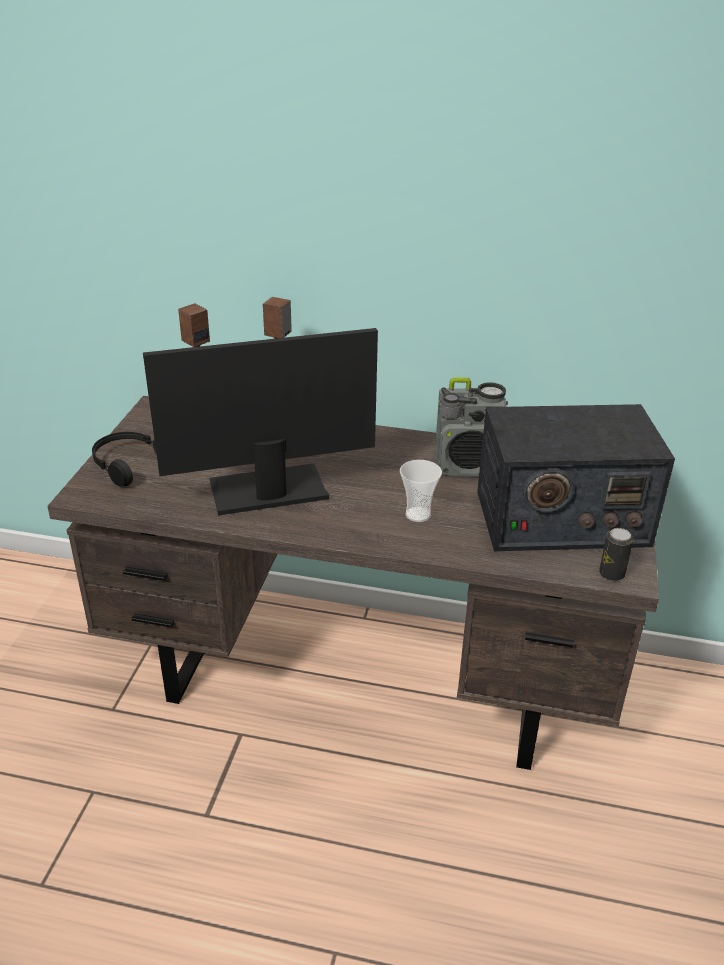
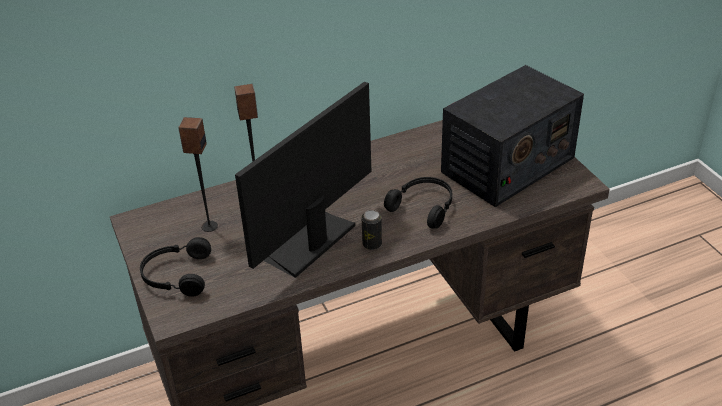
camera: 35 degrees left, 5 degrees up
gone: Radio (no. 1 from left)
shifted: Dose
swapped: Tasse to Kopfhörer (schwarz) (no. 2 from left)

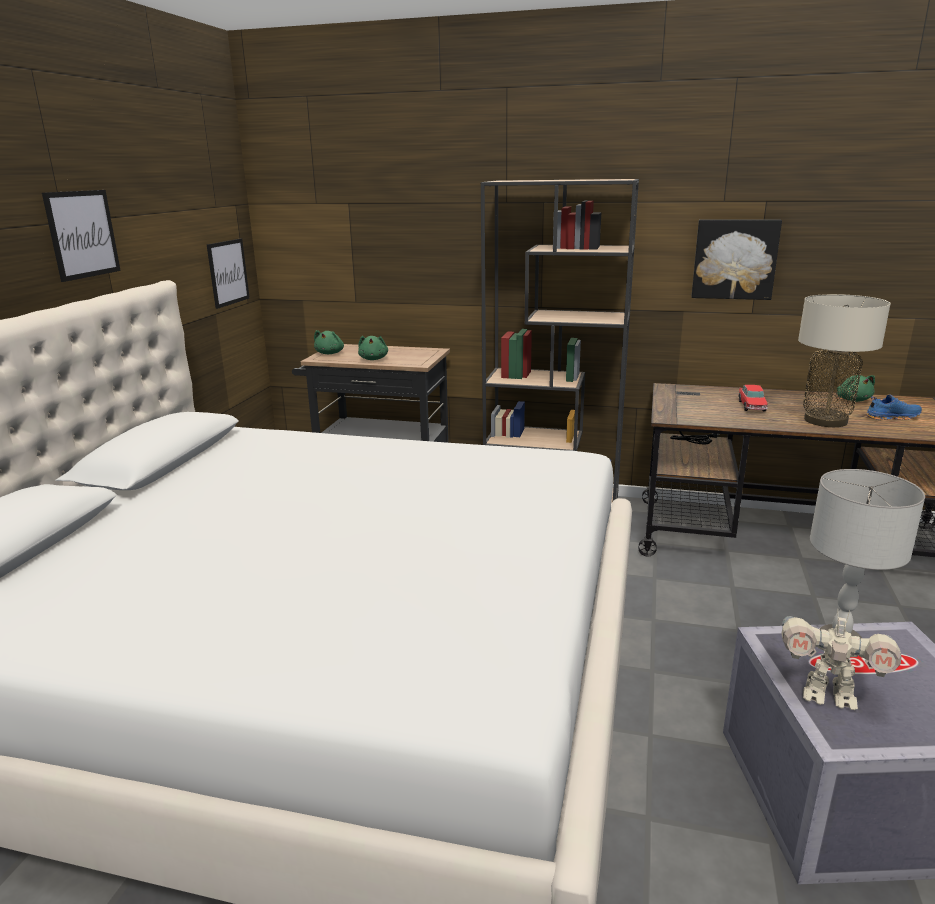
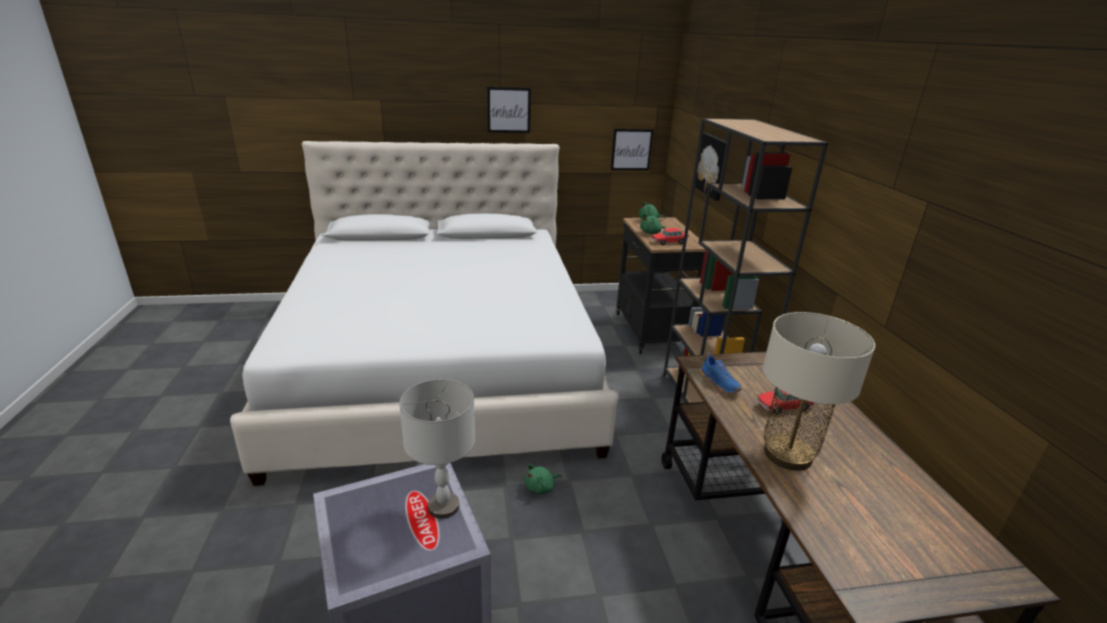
camera: 65 degrees right, 5 degrees up
gone: Spielzeugroboter
new: Spielzeugauto (no. 1 from left)
shifted: Bild (no. 3 from left); Plüschtier (grün) (no. 3 from left in the first image) to Plüschtier (grün) (no. 1 from left); Schuh (blau)

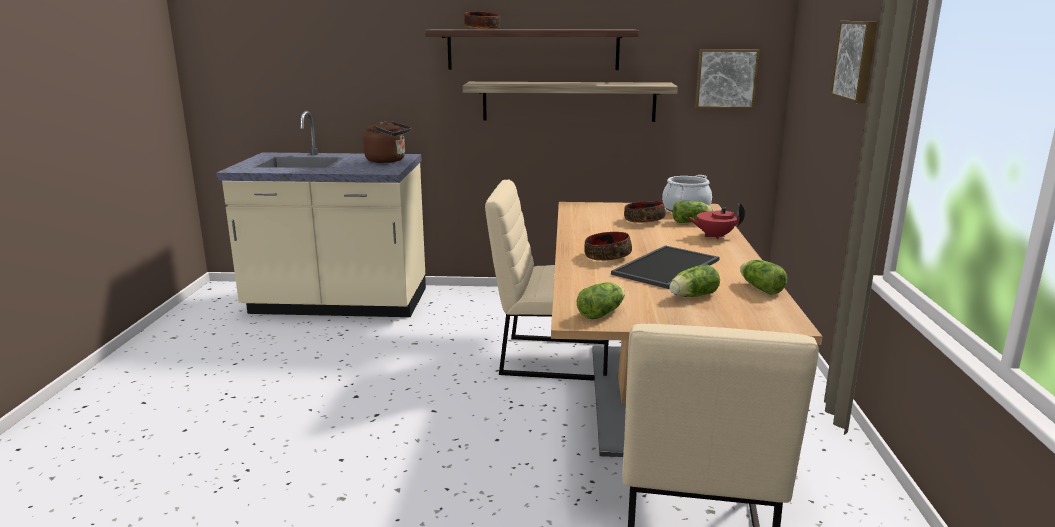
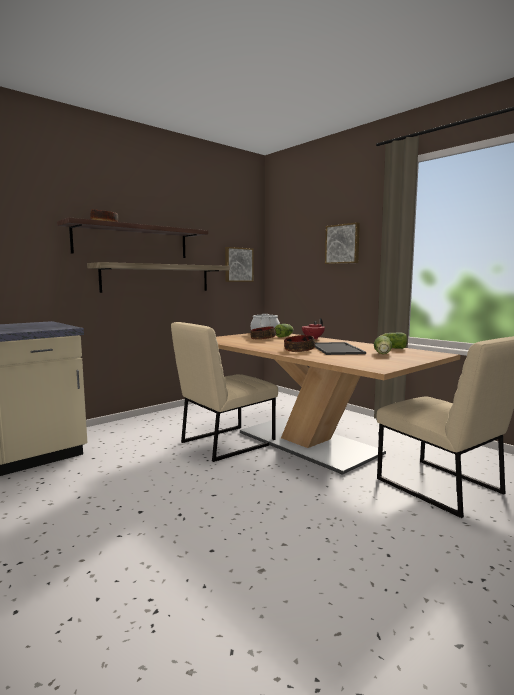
camera: 45 degrees left, 10 degrees down
gone: Wasserkessel (braun); Salatkopf (no. 1 from left)

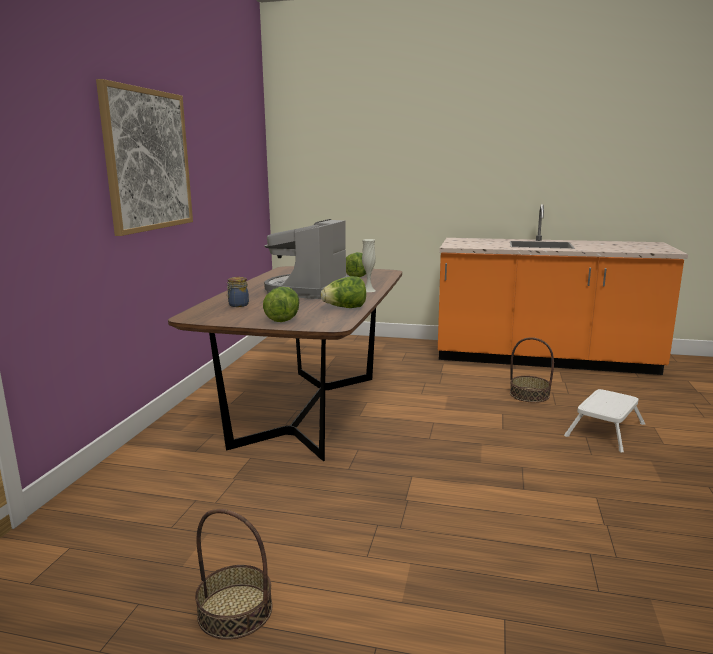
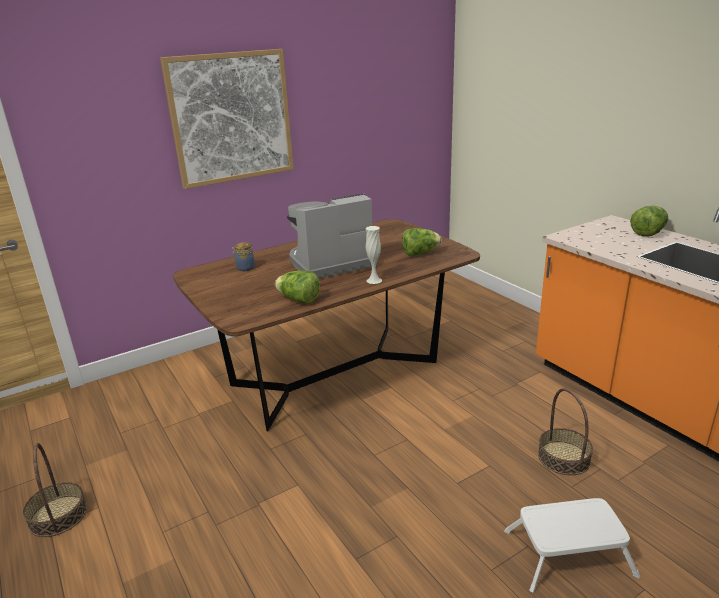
camera: 45 degrees right, 10 degrees up
shifted: Salatkopf (no. 1 from left in the first image) to Salatkopf (no. 3 from left)

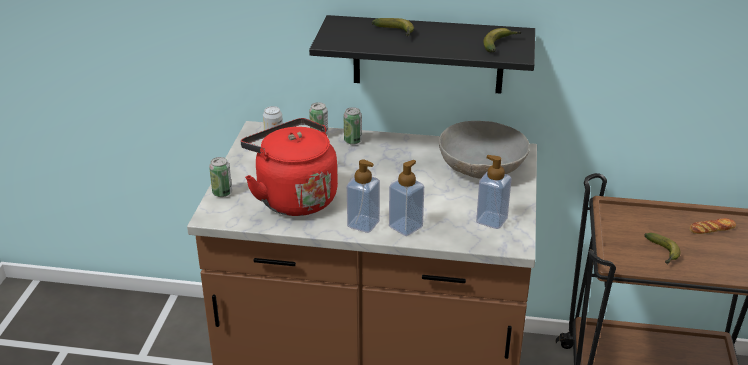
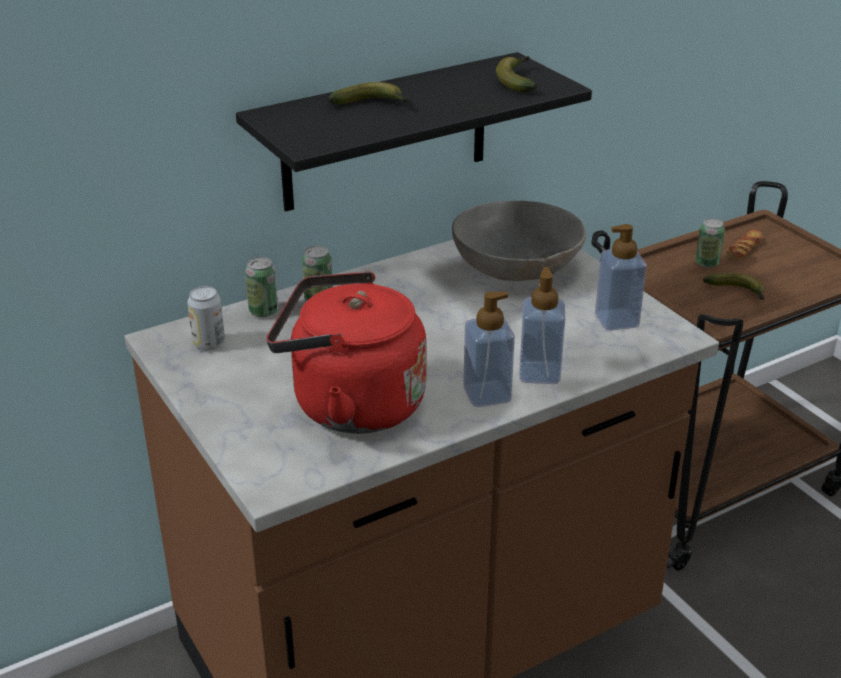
camera: 40 degrees left, 0 degrees up
shifted: Dose (no. 1 from left in the first image) to Dose (no. 4 from left)

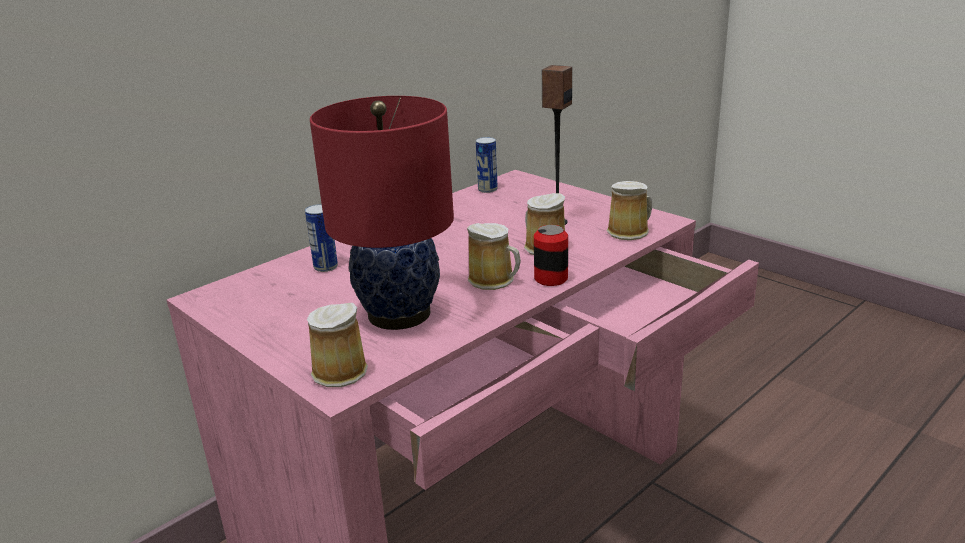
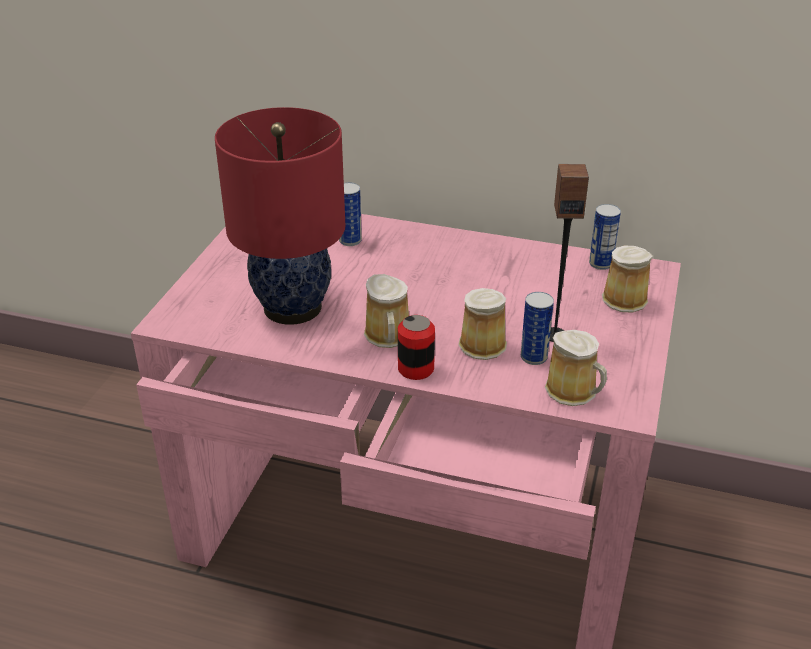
camera: 60 degrees right, 10 degrees up
new: Dose (no. 3 from left)
shifted: Henkelbecher (no. 1 from left in the first image) to Henkelbecher (no. 4 from left)

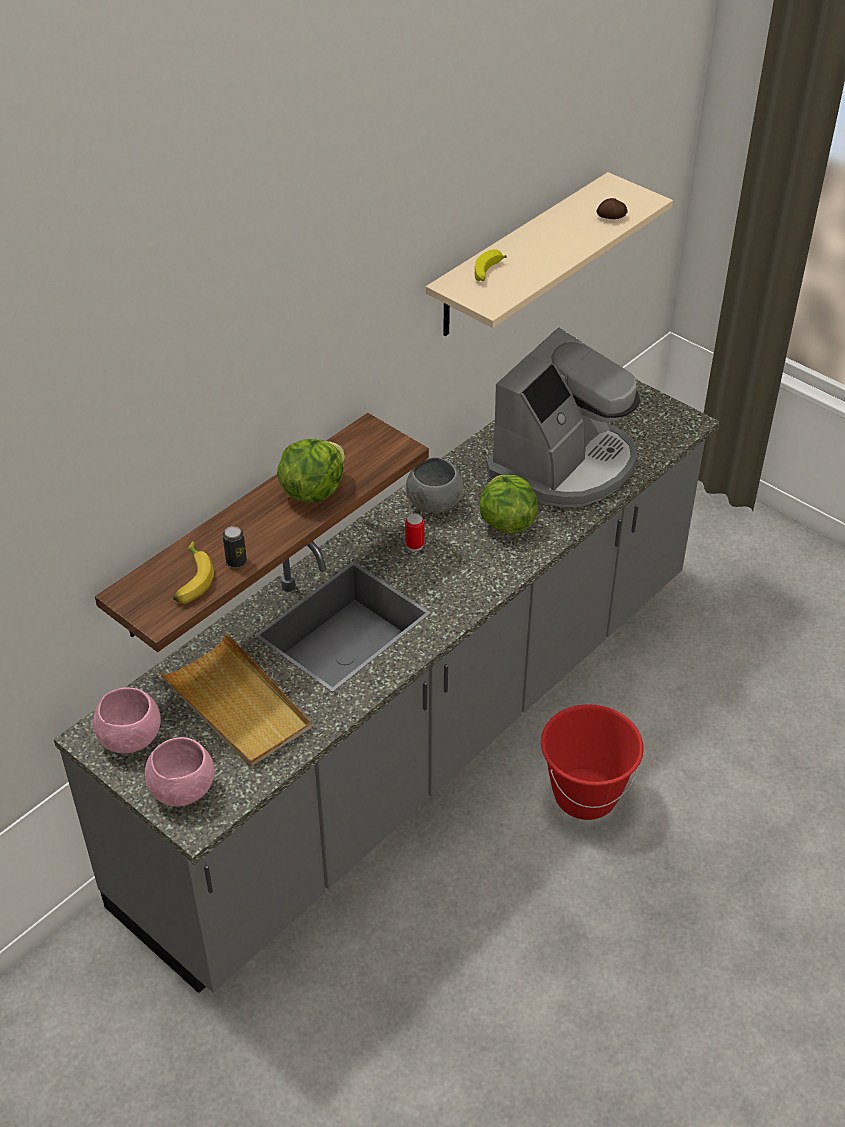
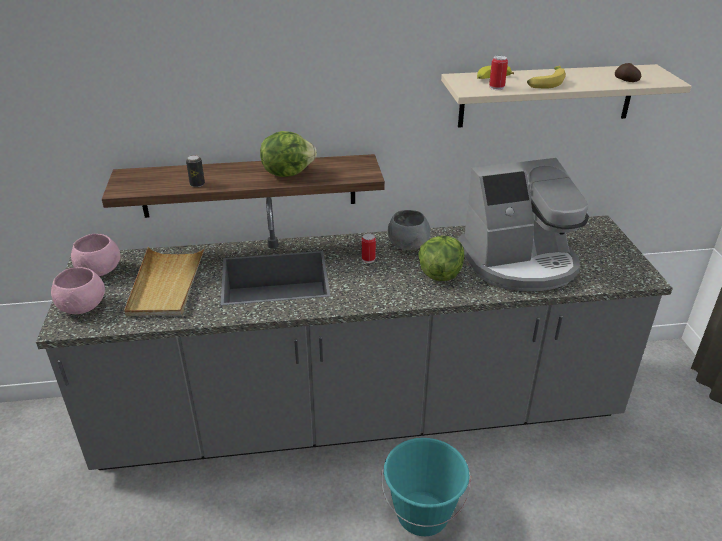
camera: 40 degrees right, 10 degrees down
new: Dose (no. 3 from left)
shifted: Banane (no. 1 from left in the first image) to Banane (no. 2 from left)
repainted: Eimer (rot) to Eimer (türkis)

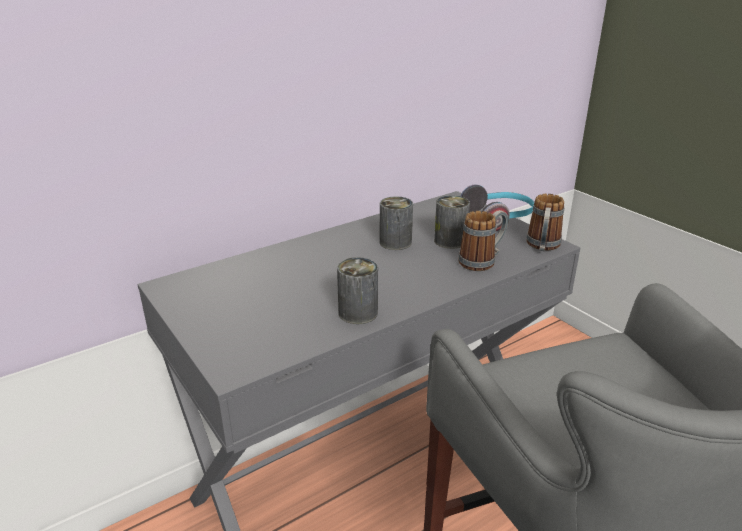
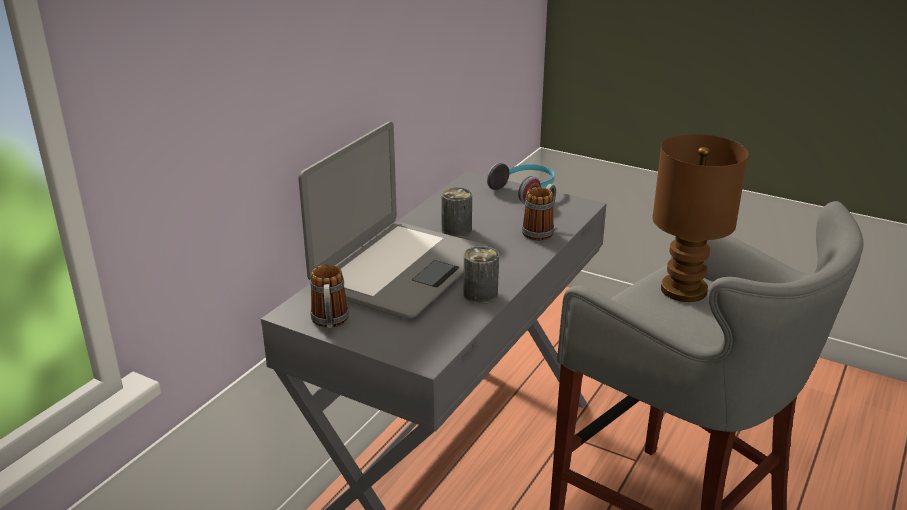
camera: 25 degrees left, 0 degrees up
gone: Dose (no. 3 from left)
new: Laptop; Tischlampe (braun)
shifted: Henkelbecher (no. 2 from left in the first image) to Henkelbecher (no. 1 from left)

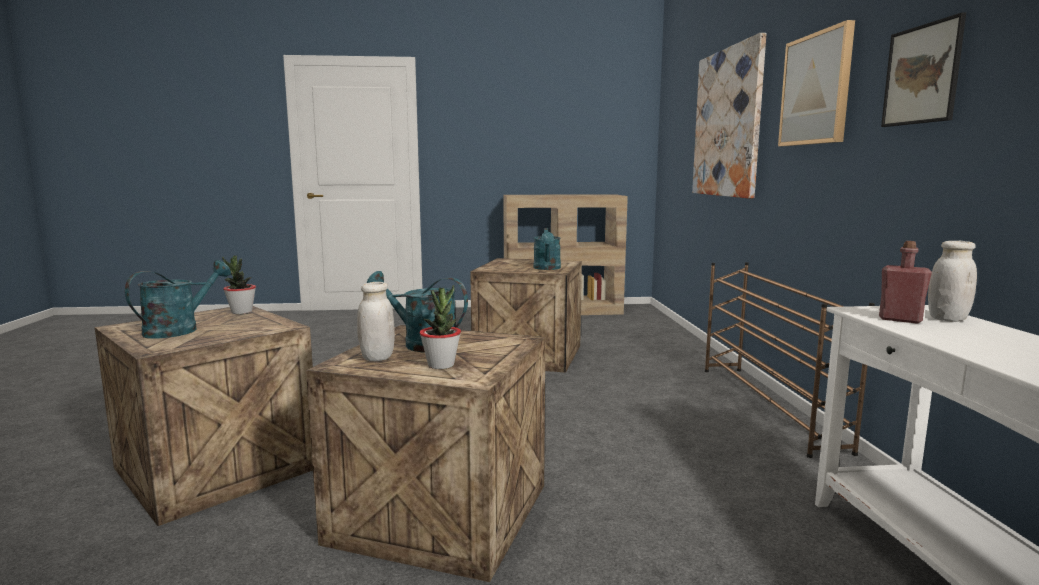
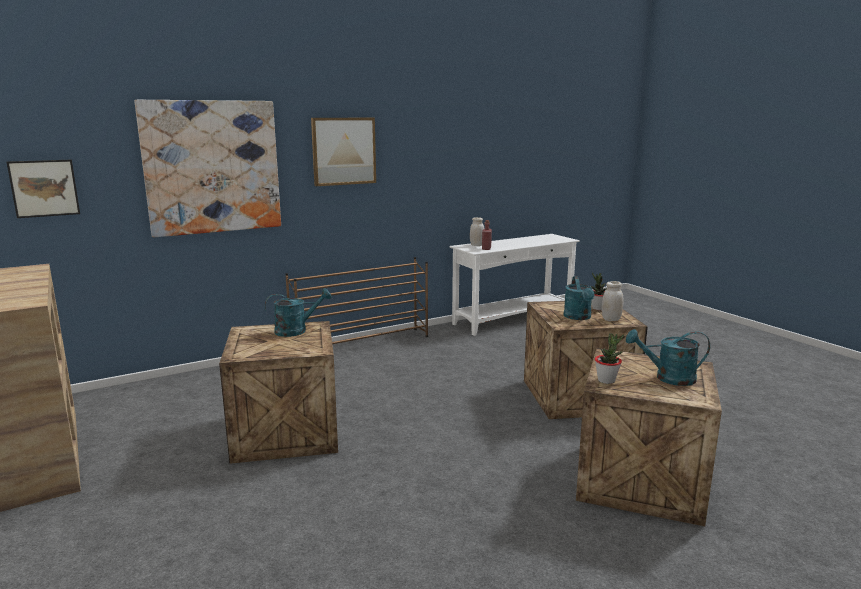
camera: 115 degrees left, 5 degrees up
shifted: Bild (no. 3 from left in the first image) to Bild (no. 1 from left)

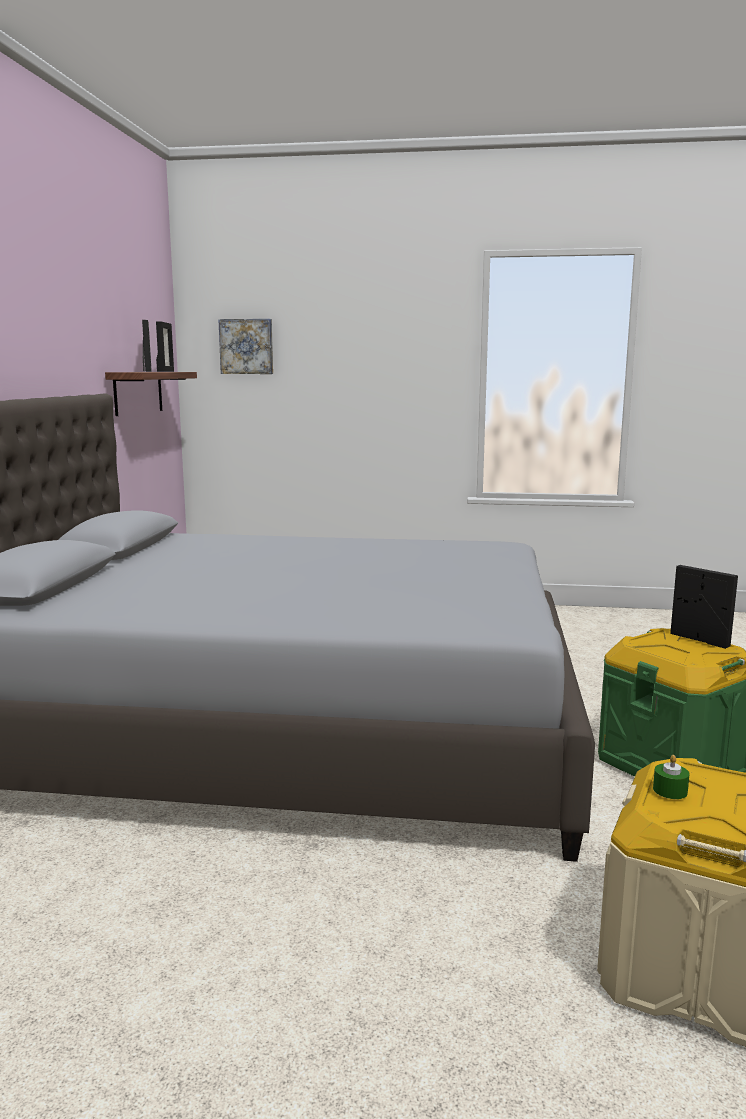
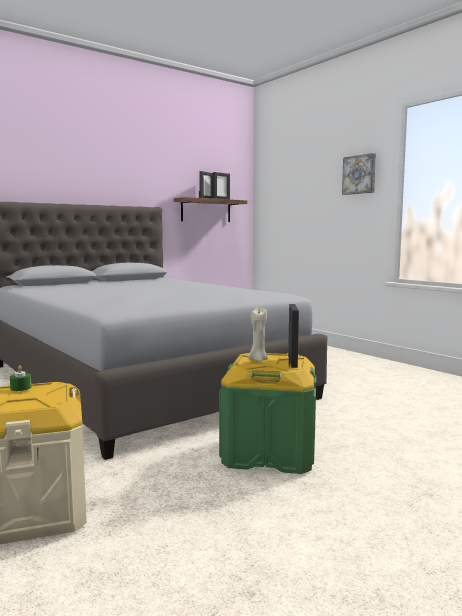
camera: 45 degrees right, 5 degrees down
new: Kerze (beige)
shifted: Bild

